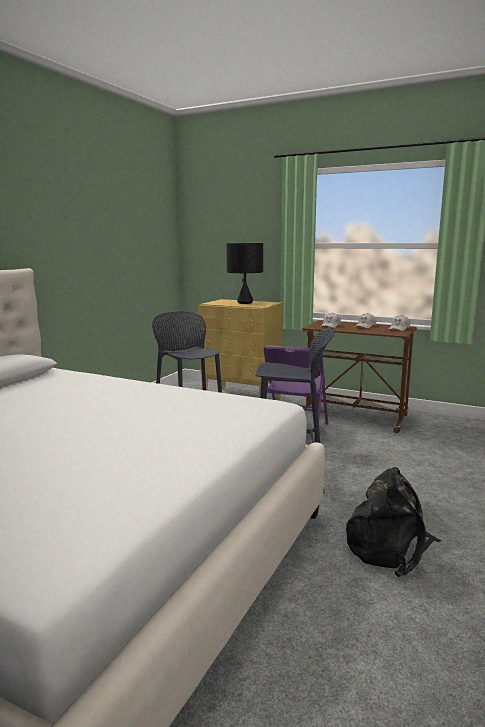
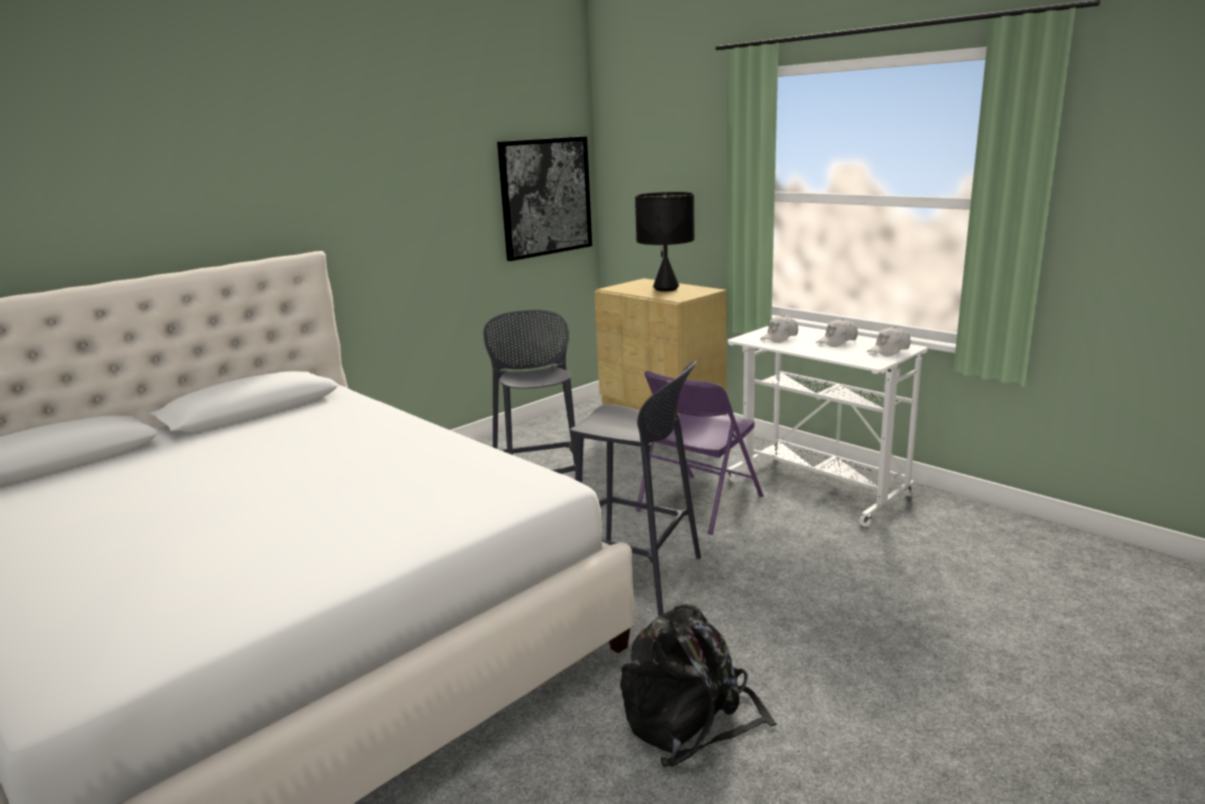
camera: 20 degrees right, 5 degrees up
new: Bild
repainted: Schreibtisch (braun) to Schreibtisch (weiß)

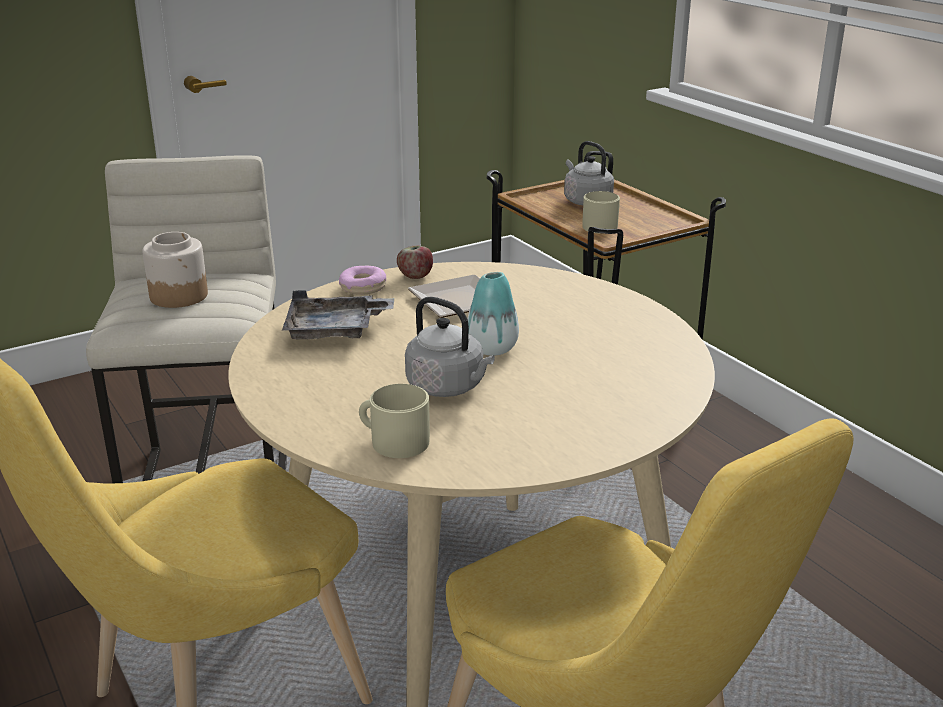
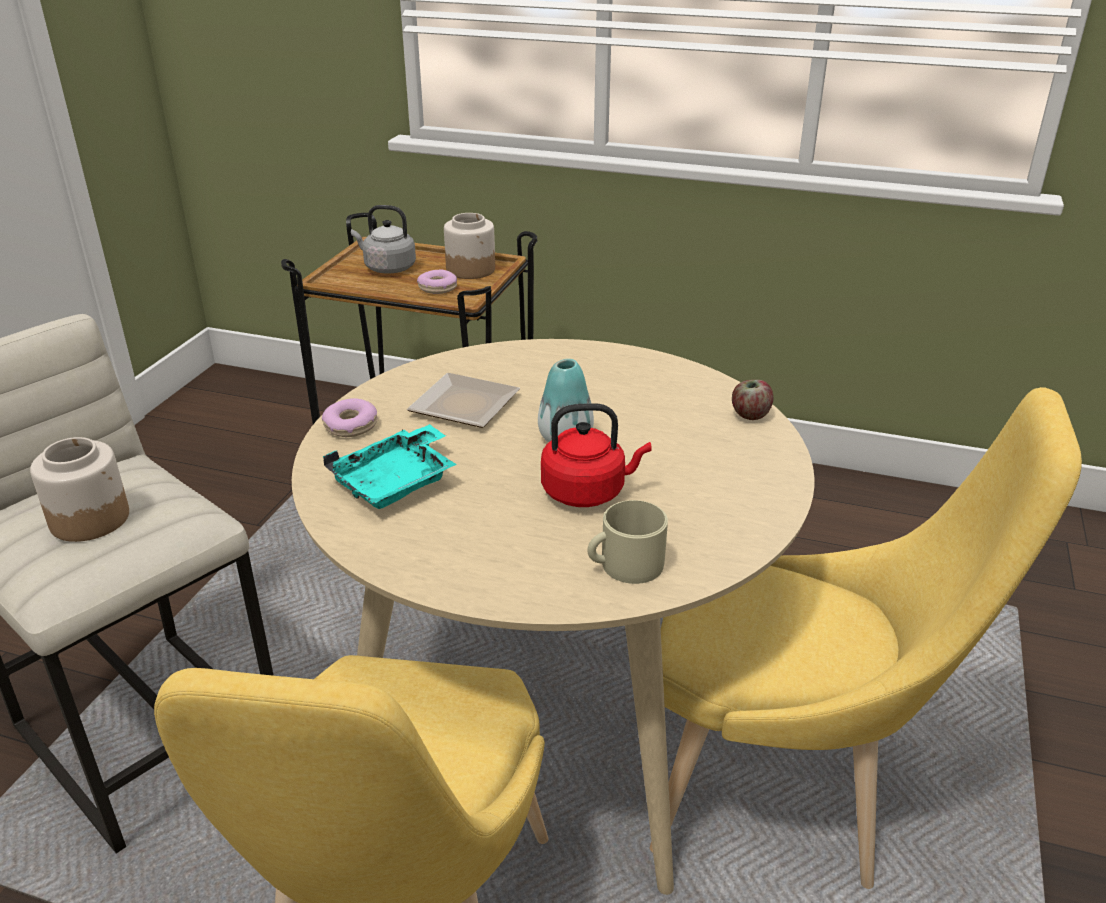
camera: 40 degrees left, 5 degrees up
new: Vorratsglas (no. 2 from left)
shifted: Apfel
swapped: Henkelbecher (beige) (no. 2 from left) to Donut (no. 2 from left)
repainted: Tablett (grau) to Tablett (türkis); Wasserkessel (grau) (no. 1 from left) to Wasserkessel (rot)

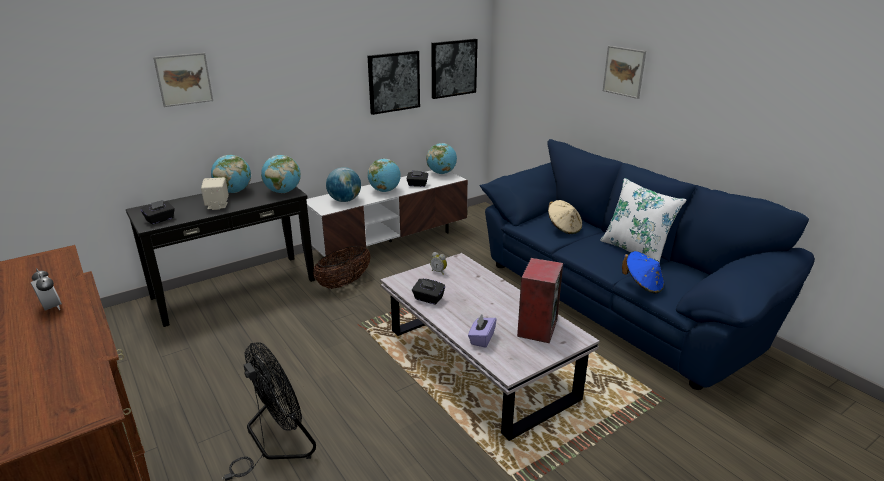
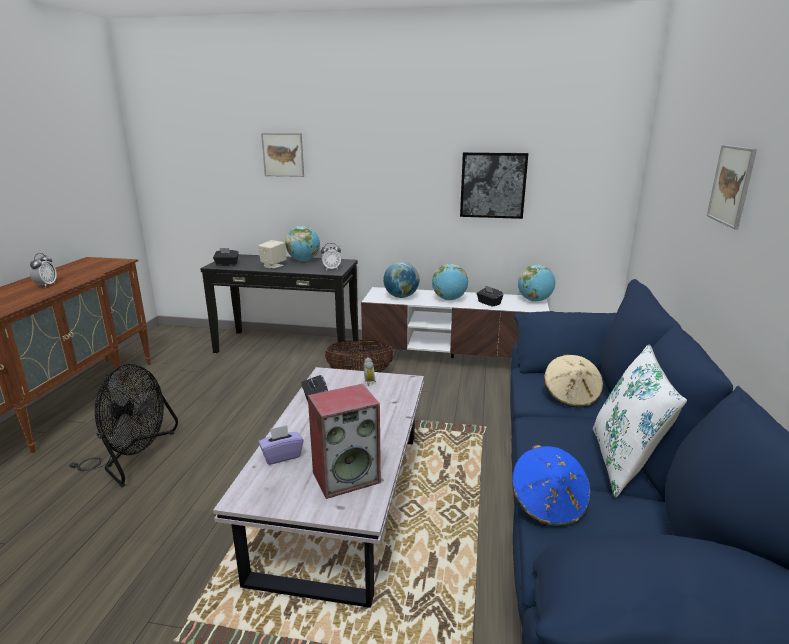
camera: 45 degrees right, 5 degrees down
gone: Bild (no. 3 from left)
swapped: Globus (no. 2 from left) to Wecker (no. 2 from left)

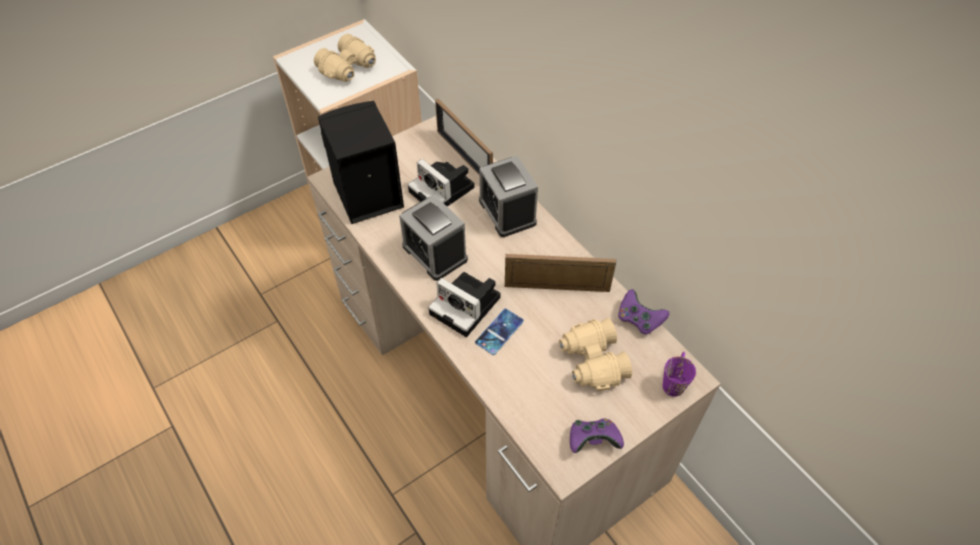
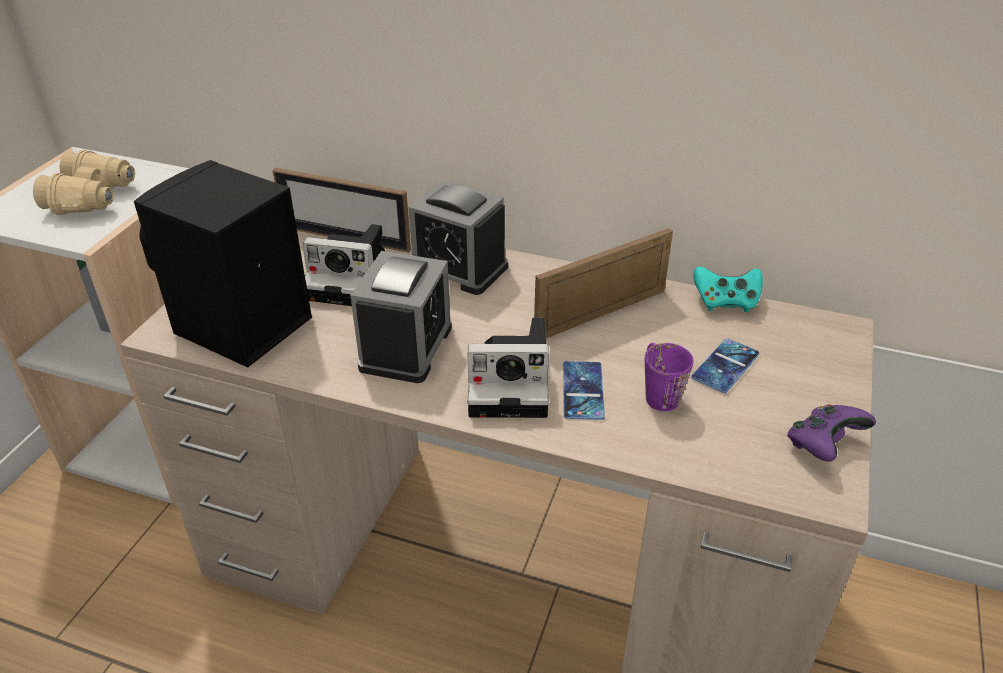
camera: 35 degrees left, 15 degrees down
shifted: Henkelbecher (lila)
swapped: Fernglas (beige) (no. 2 from left) to Handy (no. 2 from left)
repainted: Gamepad (lila) (no. 2 from left) to Gamepad (türkis)
rotated: Wecker (no. 1 from left) 90 degrees counterclockwise

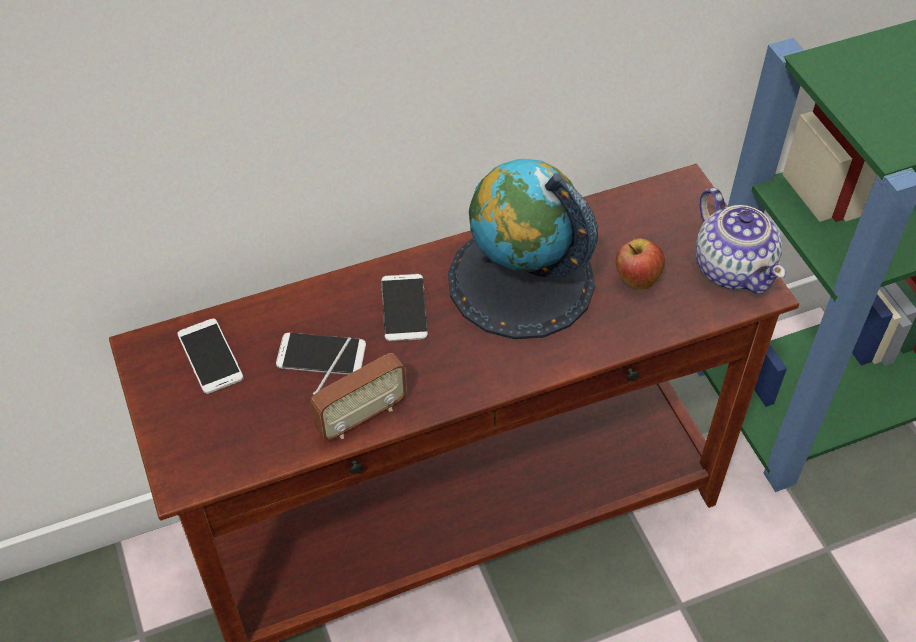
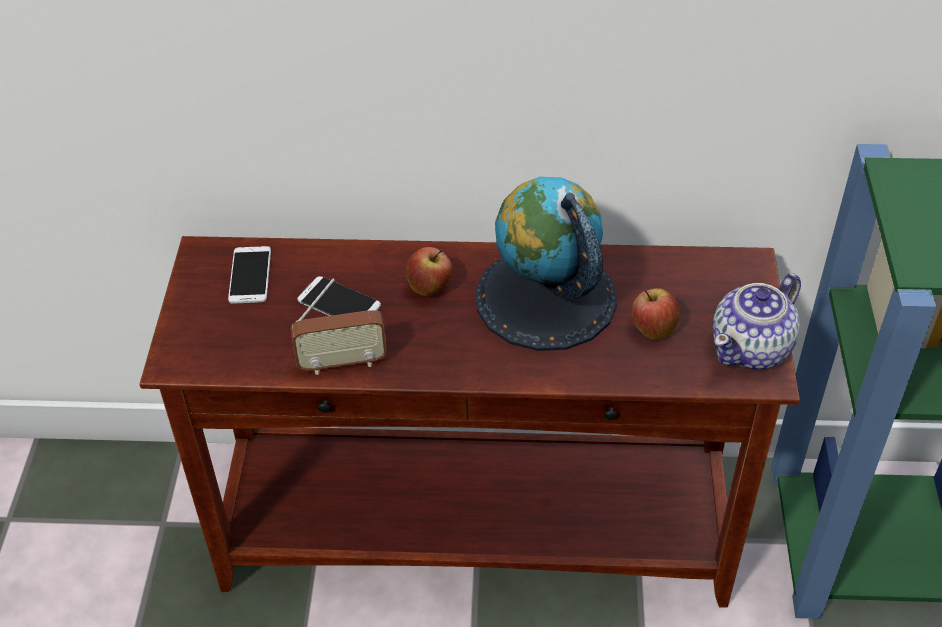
camera: 25 degrees right, 5 degrees down
swapped: Handy (no. 3 from left) to Apfel (no. 1 from left)
rotated: Teekanne 45 degrees clockwise

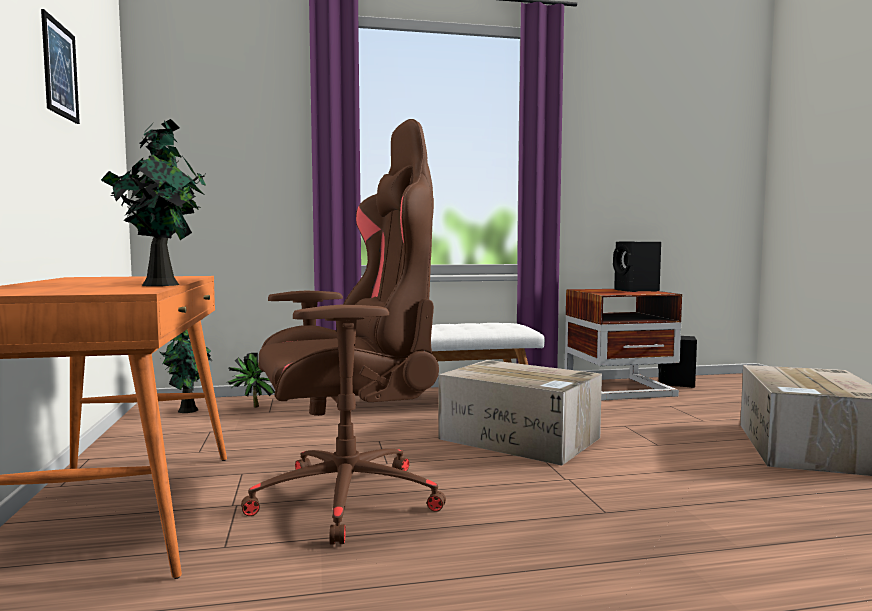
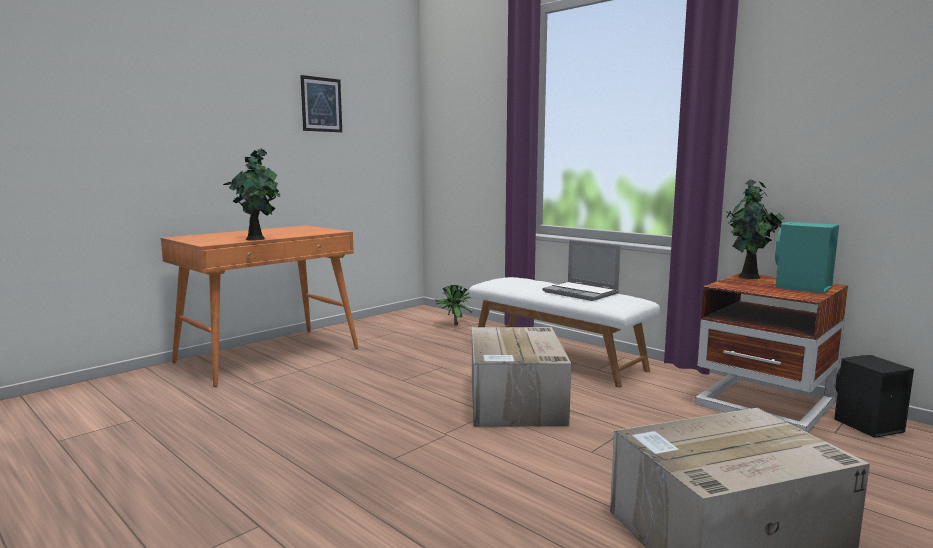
camera: 55 degrees right, 5 degrees up
gone: Bürostuhl (braun)
new: Laptop
shifted: Topfpflanze (no. 2 from left in the first image) to Topfpflanze (no. 3 from left)
repainted: Lautsprecher (schwarz) (no. 1 from left) to Lautsprecher (türkis)

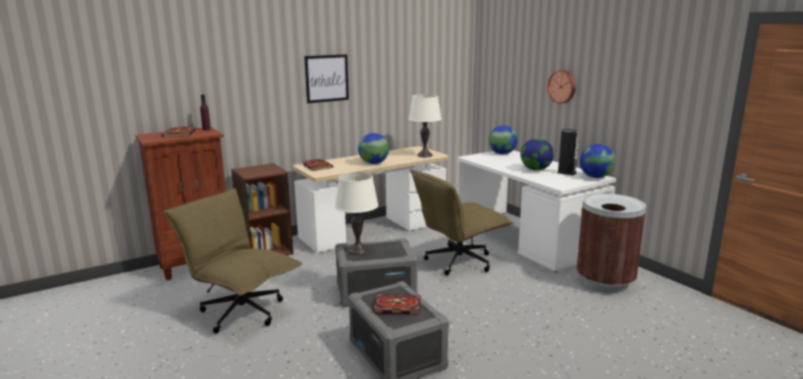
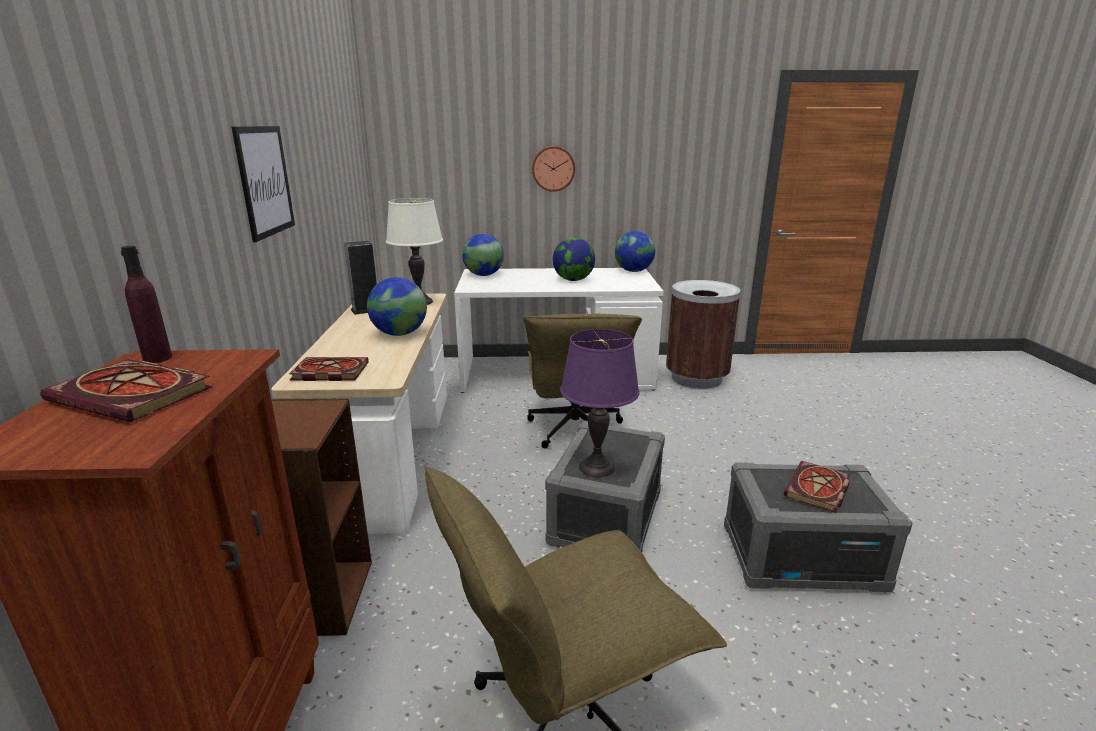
camera: 60 degrees left, 5 degrees up
shifted: Lautsprecher
repainted: Tischlampe (weiß) (no. 1 from left) to Tischlampe (lila)

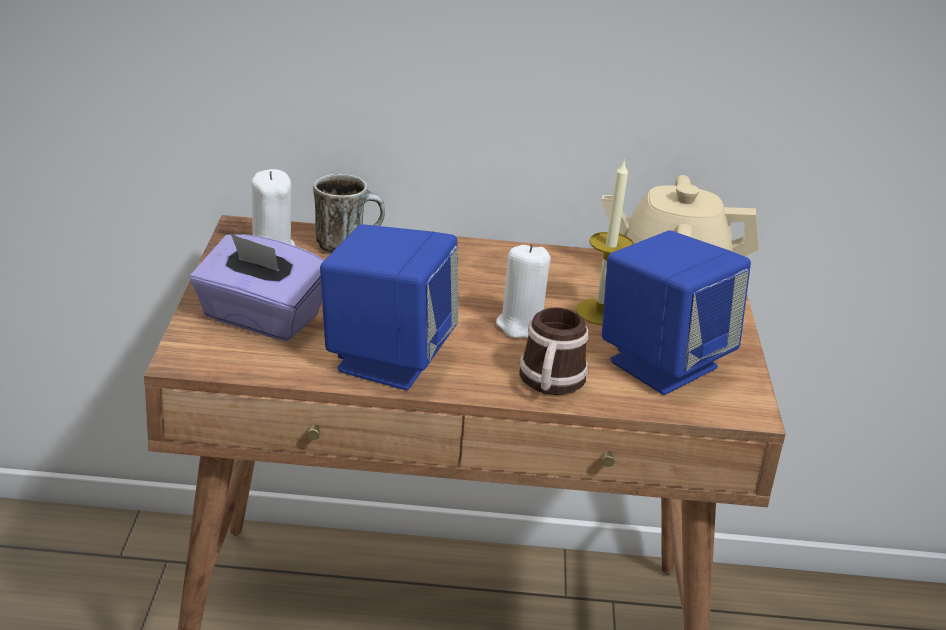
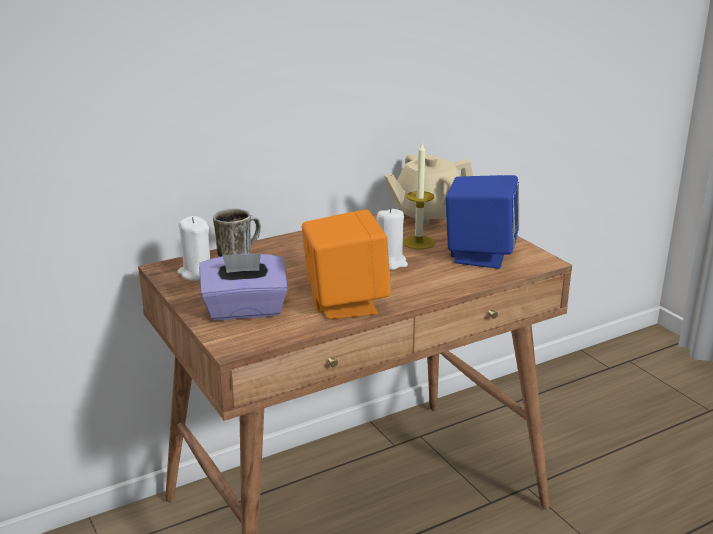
camera: 30 degrees left, 5 degrees down
gone: Henkelbecher (no. 2 from left)
repainted: Lautsprecher (blau) (no. 1 from left) to Lautsprecher (orange)

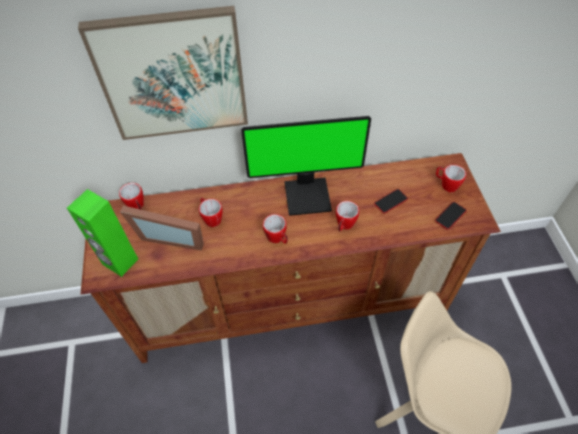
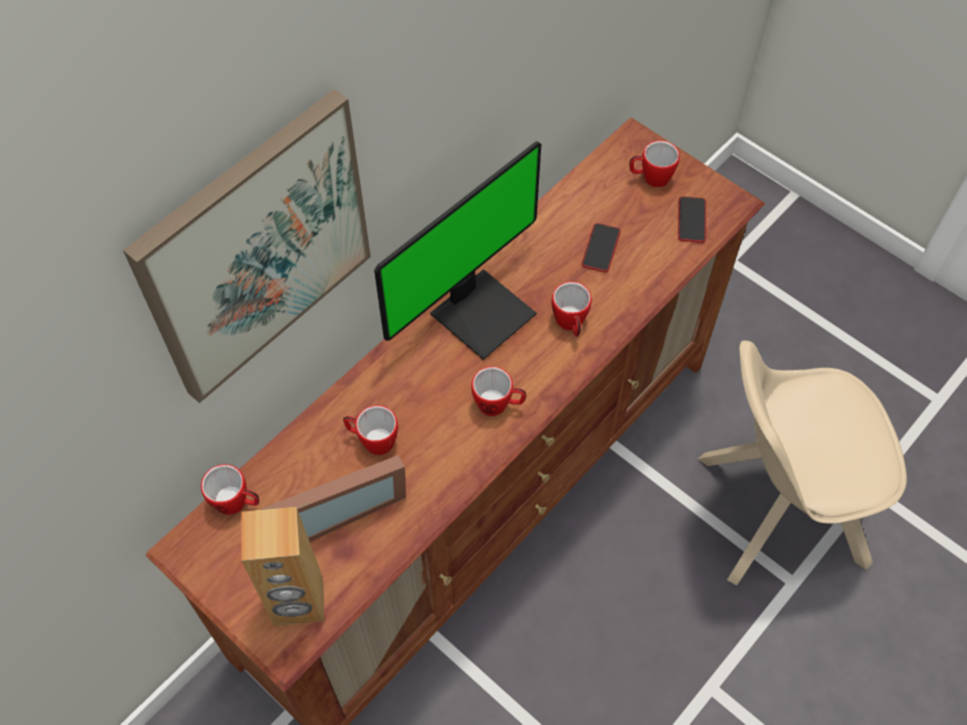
camera: 40 degrees left, 5 degrees up
repainted: Lautsprecher (grün) to Lautsprecher (braun)

